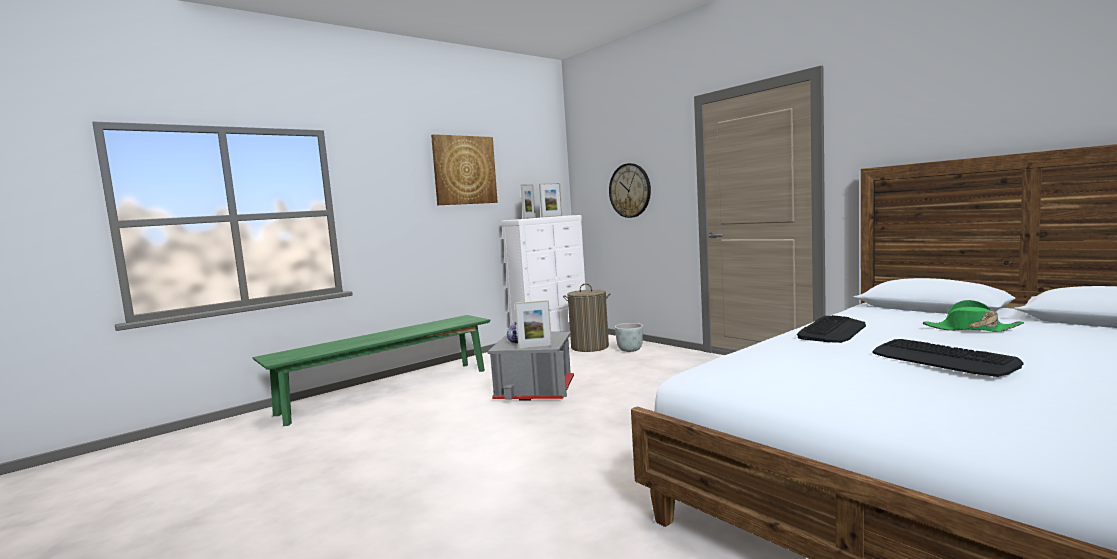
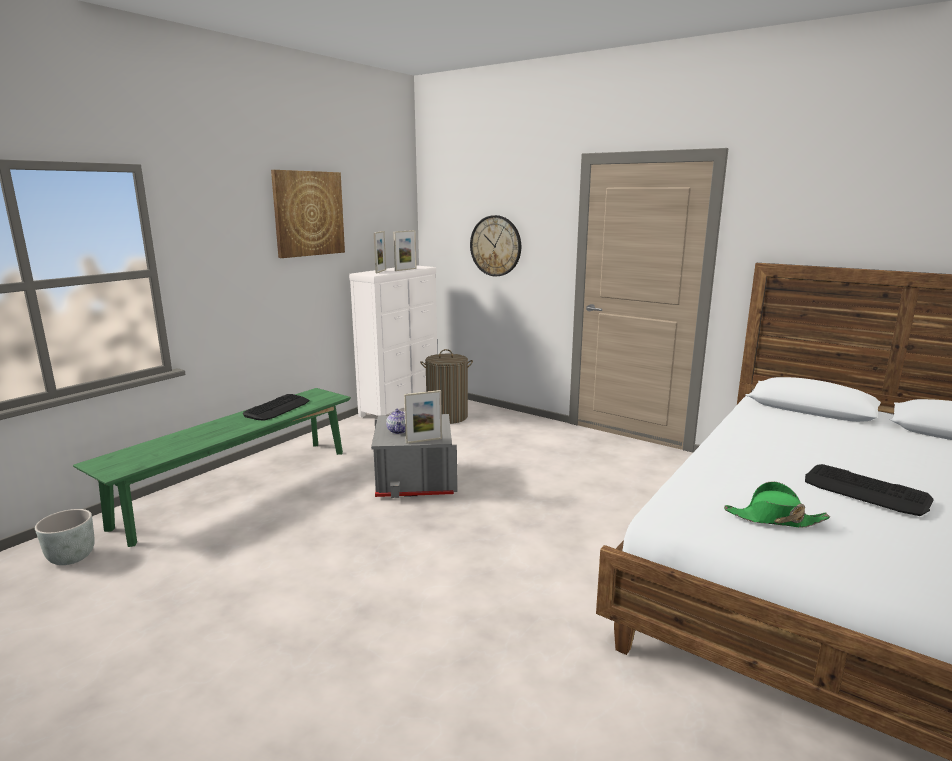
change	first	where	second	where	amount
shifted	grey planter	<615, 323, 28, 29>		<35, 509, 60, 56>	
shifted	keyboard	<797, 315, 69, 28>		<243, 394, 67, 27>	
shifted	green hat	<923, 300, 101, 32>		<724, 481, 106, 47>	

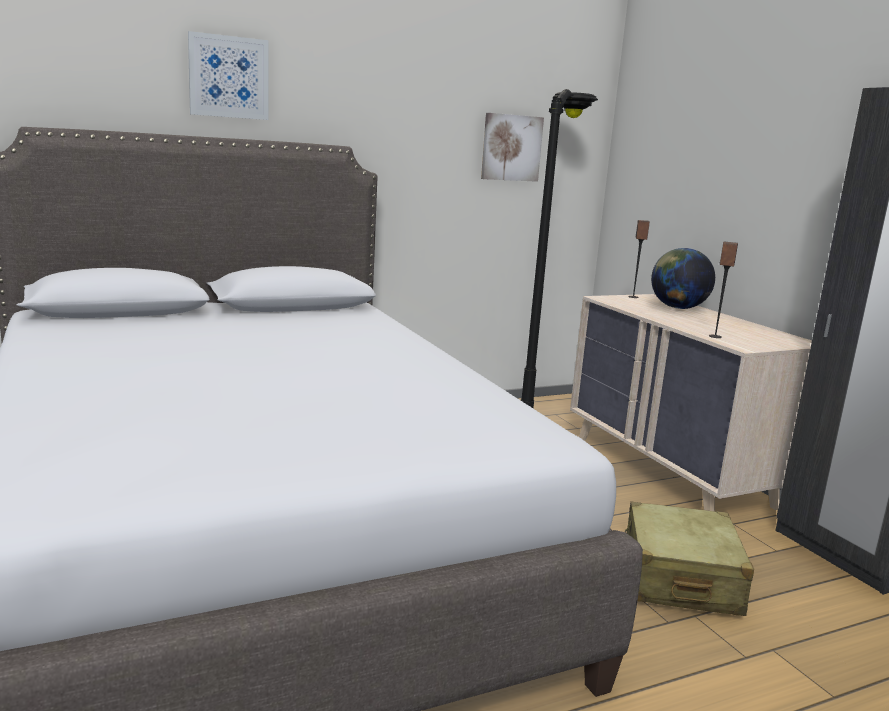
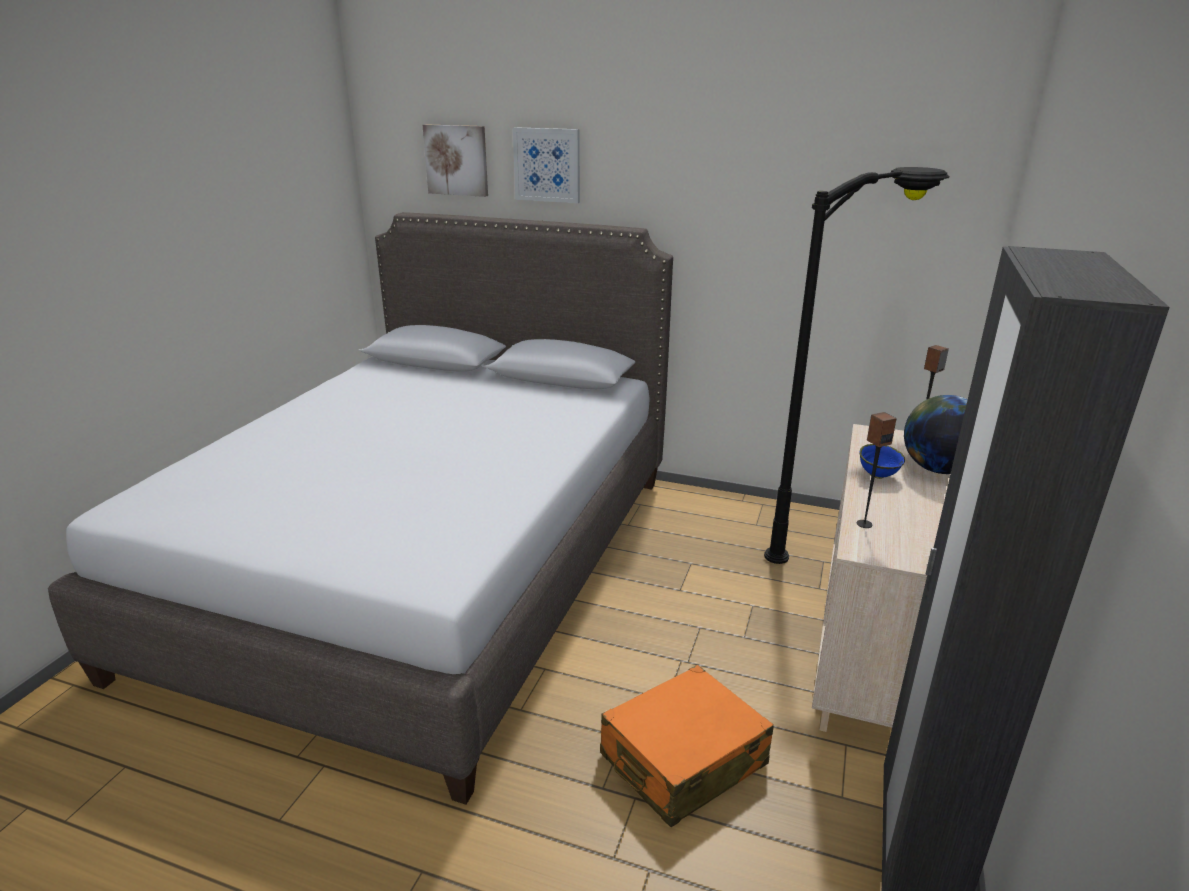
change	first	where	second	where	amount
shifted	picture	<481, 113, 63, 69>		<423, 124, 65, 73>	
repainted	beige suitcase	<625, 502, 129, 114>	orange suitcase	<600, 665, 174, 162>	
new			blue bowl	<859, 444, 46, 35>	

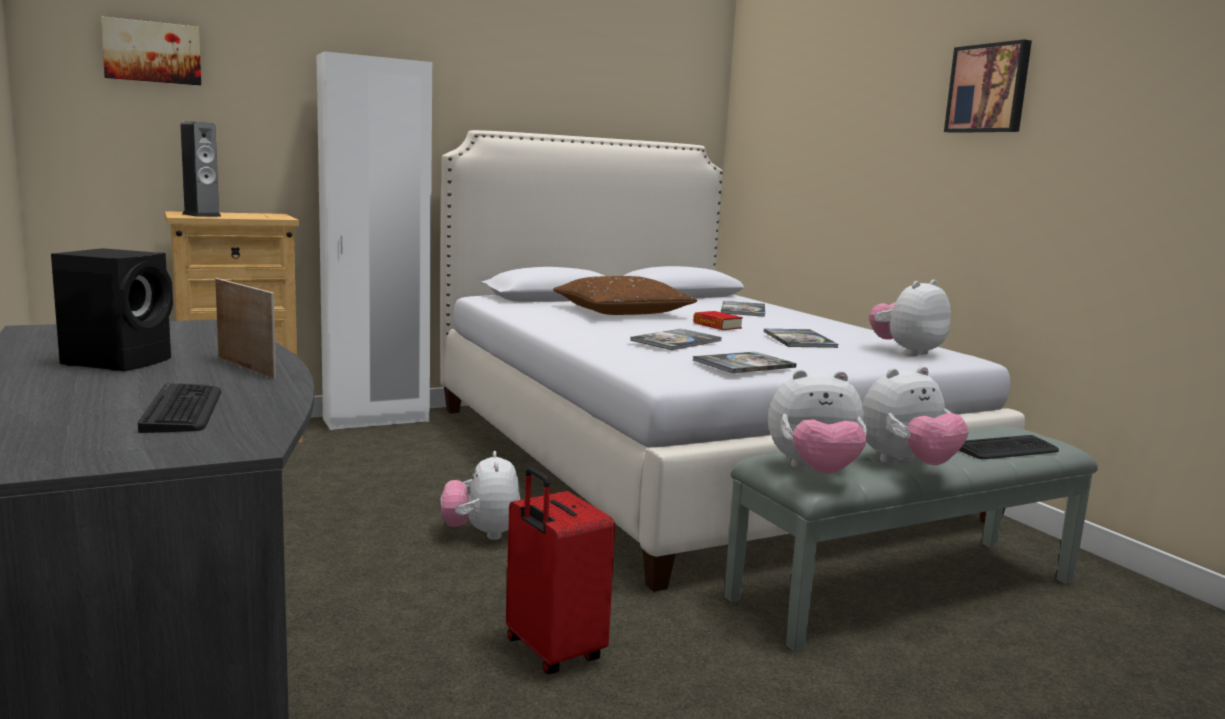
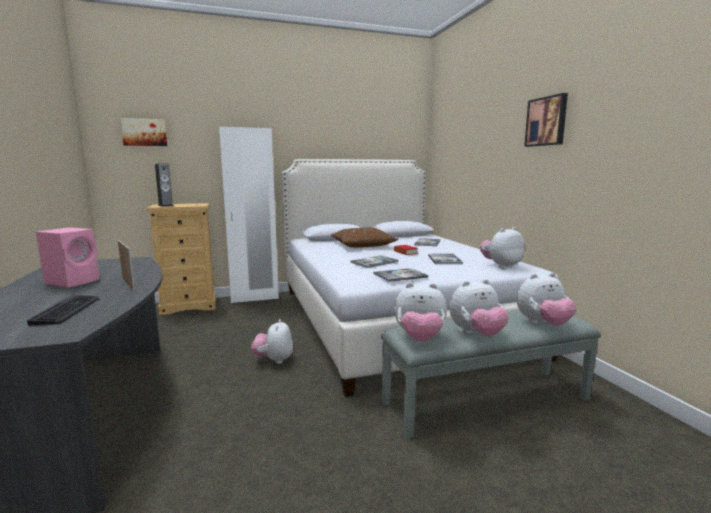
change	first	where	second	where	amount
repainted	black speaker	<51, 248, 122, 123>	pink speaker	<36, 227, 63, 60>	
swapped	keyboard	<959, 435, 100, 24>	plush toy	<517, 273, 59, 53>	
gone	red suitcase	<506, 467, 109, 207>			

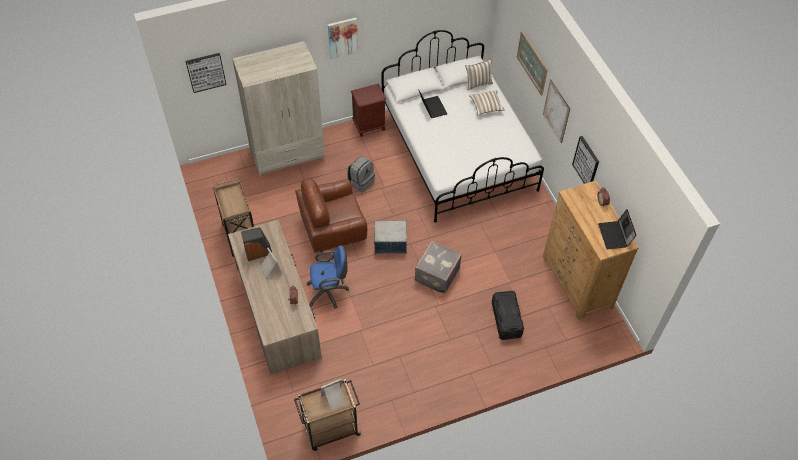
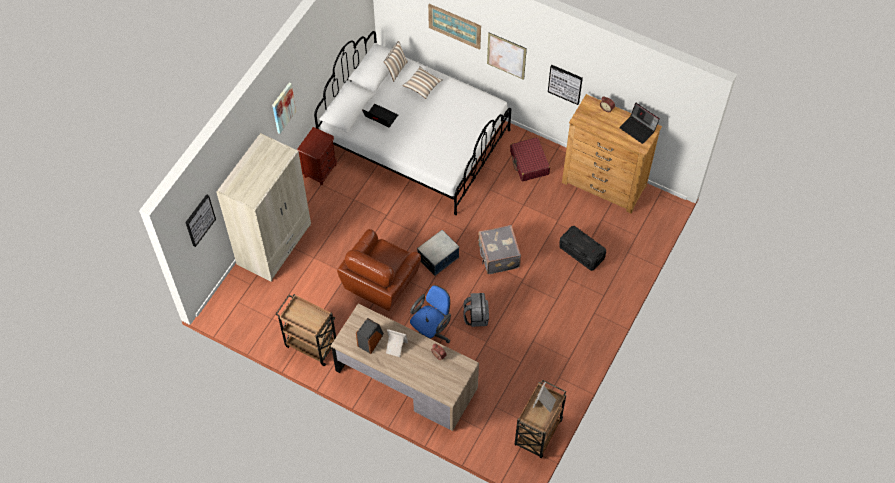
change	first	where	second	where	amount
shifted	grey backpack	<347, 156, 28, 36>		<464, 293, 25, 34>	
new			red suitcase	<510, 137, 40, 45>	

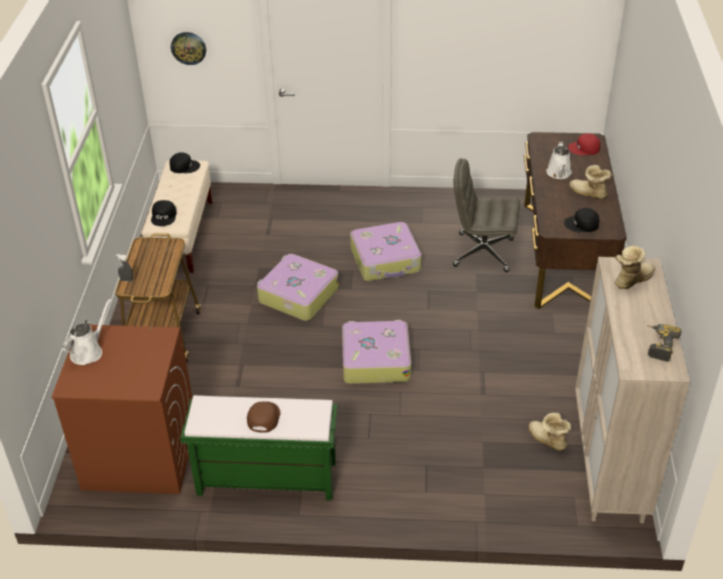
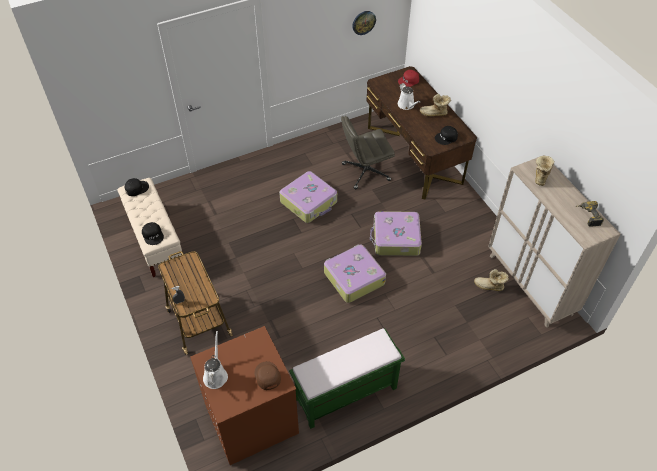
change	first	where	second	where	amount
shifted	brown cap	<247, 402, 33, 30>		<254, 361, 27, 29>	
shifted	wall clock	<171, 32, 35, 33>		<352, 11, 24, 24>	
shifted	suitcase	<257, 254, 82, 67>		<370, 211, 52, 45>	

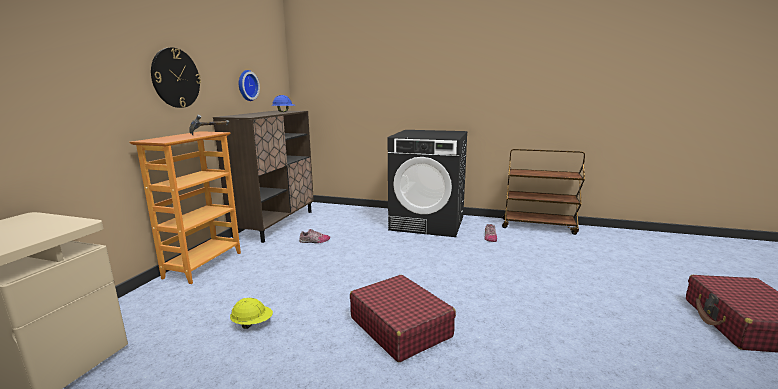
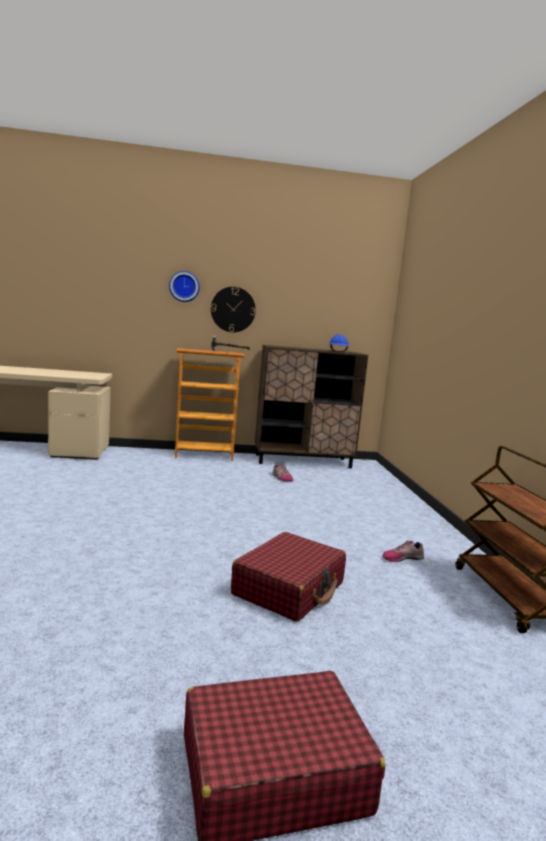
change	first	where	second	where	amount
shifted	wall clock	<239, 70, 21, 31>		<169, 271, 31, 31>	
shifted	red suitcase	<350, 275, 106, 87>		<231, 532, 115, 90>	
gone	yellow hard hat	<230, 298, 43, 31>			
gone	black washing machine	<388, 130, 80, 107>			

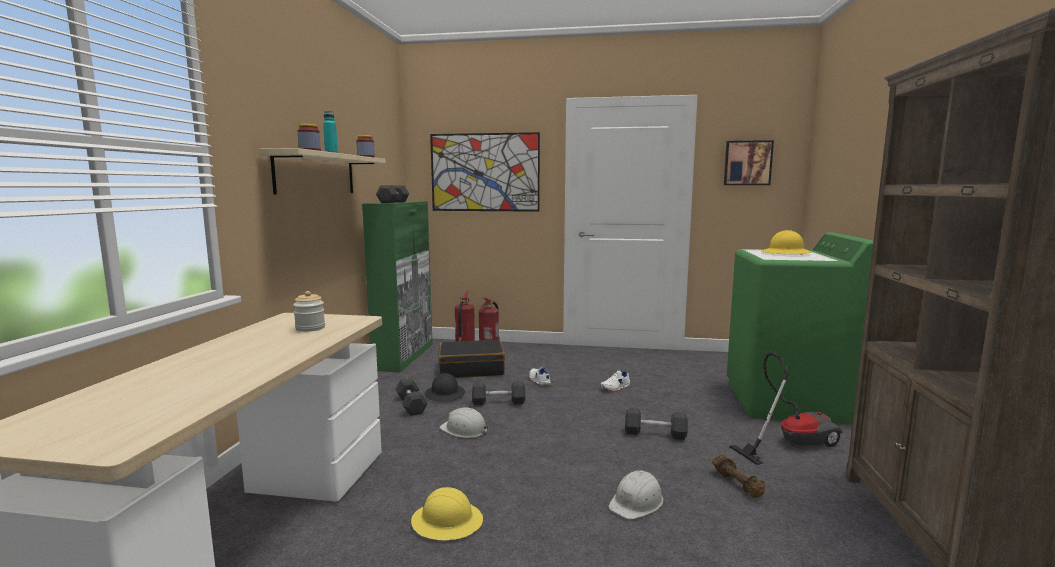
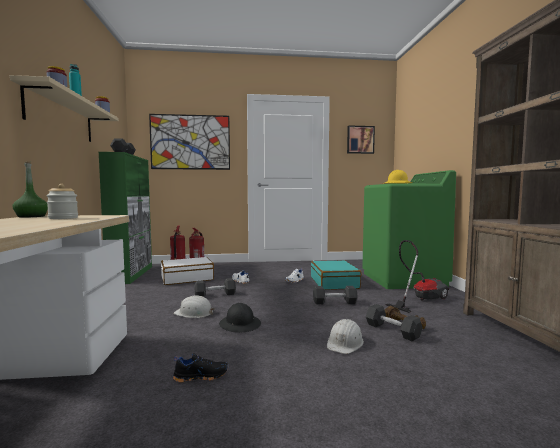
change	first	where	second	where	amount
new			green bottle	<12, 162, 36, 56>	
repainted	black suitcase	<438, 340, 67, 38>	white suitcase	<161, 257, 53, 28>	
swapped	yellow hard hat	<411, 487, 72, 53>	black shoe	<173, 353, 55, 29>	
shifted	black hard hat	<425, 373, 40, 29>		<219, 303, 42, 29>	
new			turquoise suitcase	<311, 260, 51, 30>	
shifted	grey dumbbell	<395, 378, 33, 38>		<366, 304, 57, 37>	

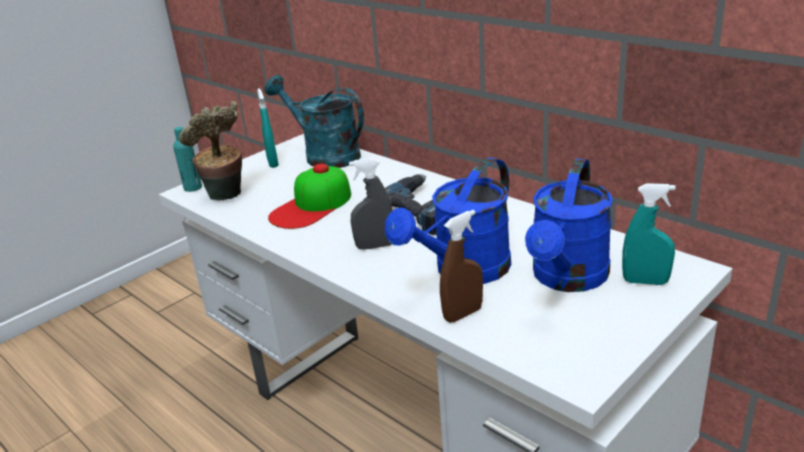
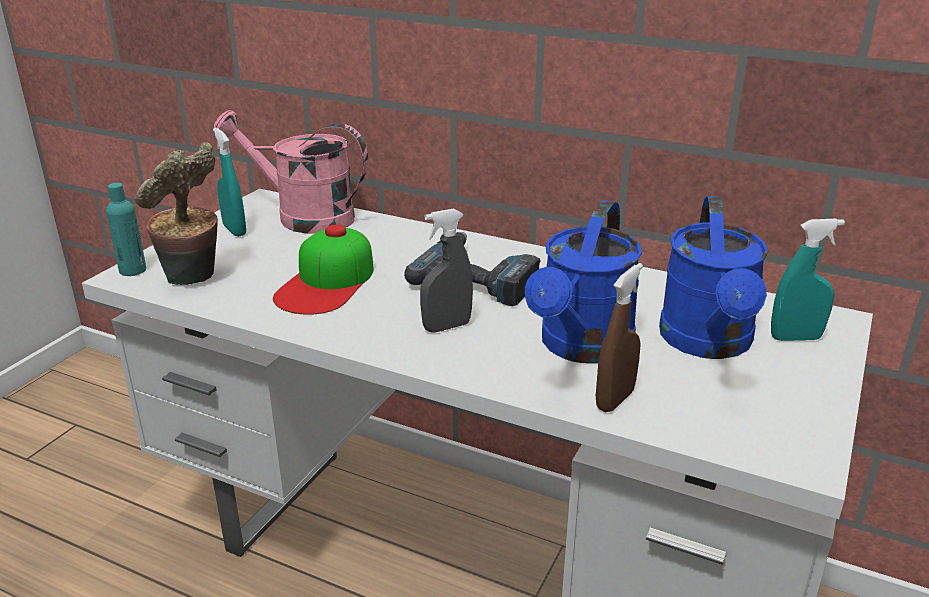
change	first	where	second	where	amount
repainted	turquoise watering can	<265, 75, 99, 93>	pink watering can	<213, 110, 155, 124>	

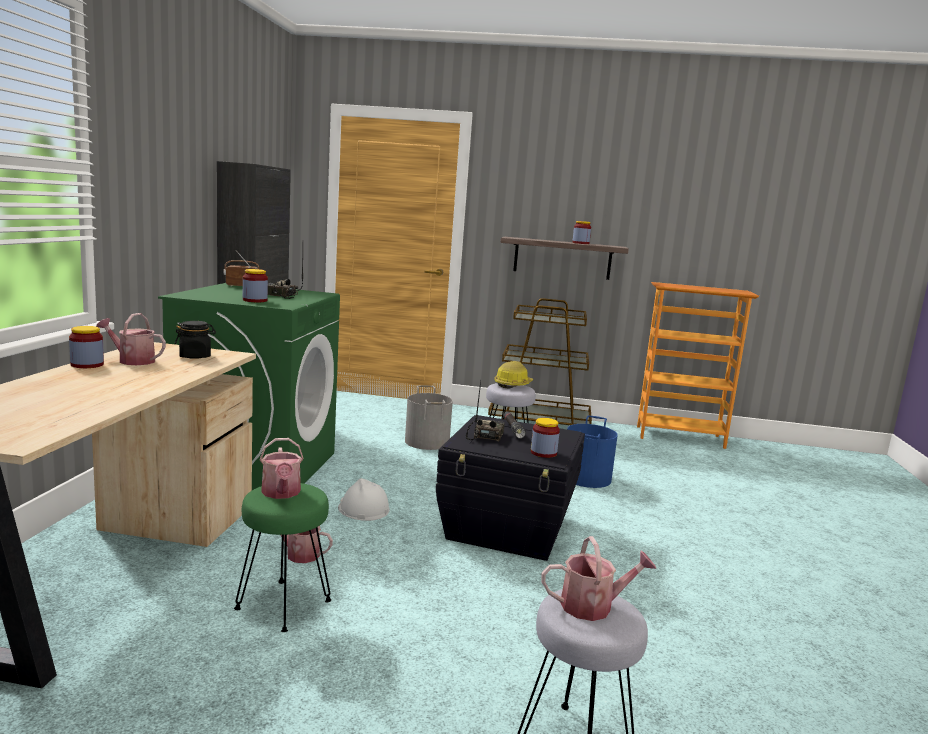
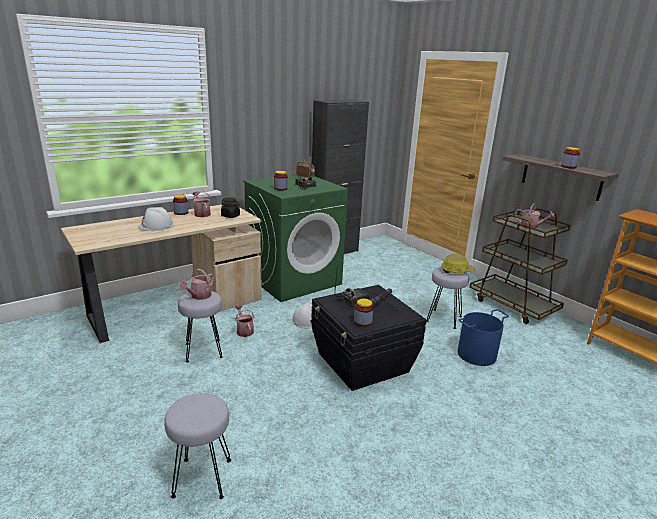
change	first	where	second	where	amount
new			white hard hat	<138, 207, 36, 24>	
repainted	green stool	<234, 483, 97, 149>	grey stool	<178, 291, 45, 72>	
shifted	watering can	<541, 536, 115, 85>		<515, 203, 41, 26>	
gone	grey bucket	<405, 385, 48, 65>			

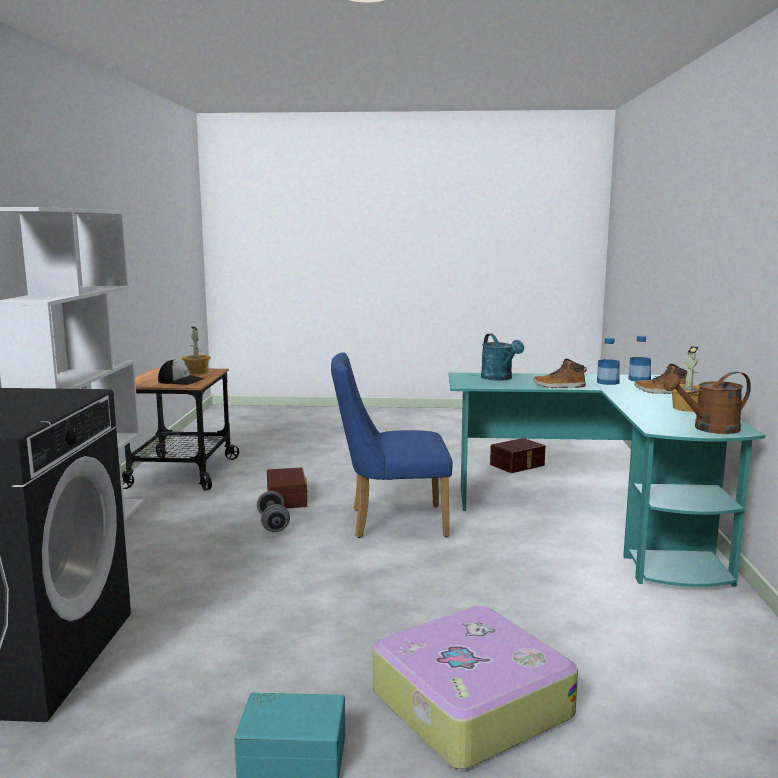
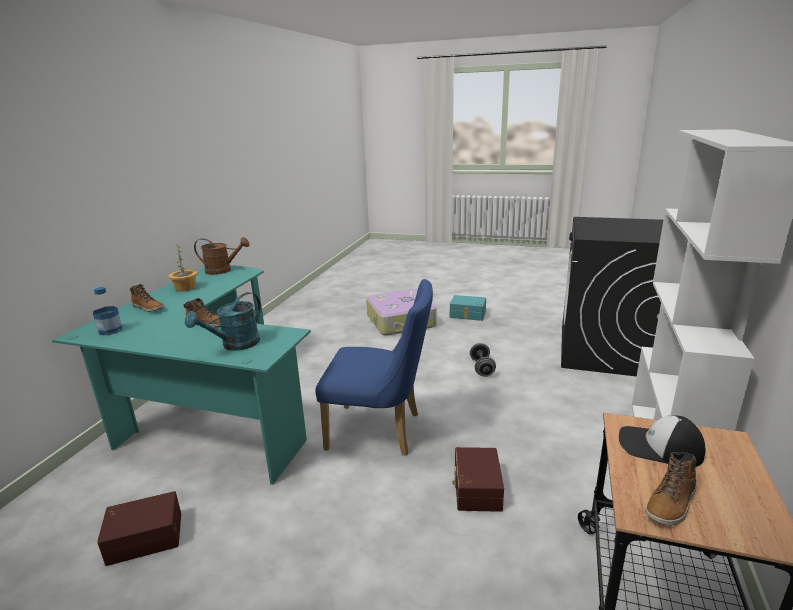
change	first	where	second	where	amount
rotated	turquoise watering can	<481, 333, 43, 48>		<185, 292, 76, 59>	135 degrees counterclockwise
shifted	grey dumbbell	<257, 491, 33, 41>		<470, 343, 26, 34>	
swapped	potted plant	<182, 326, 29, 48>	boot	<645, 452, 52, 74>	
gone	bottle	<597, 338, 23, 47>			

